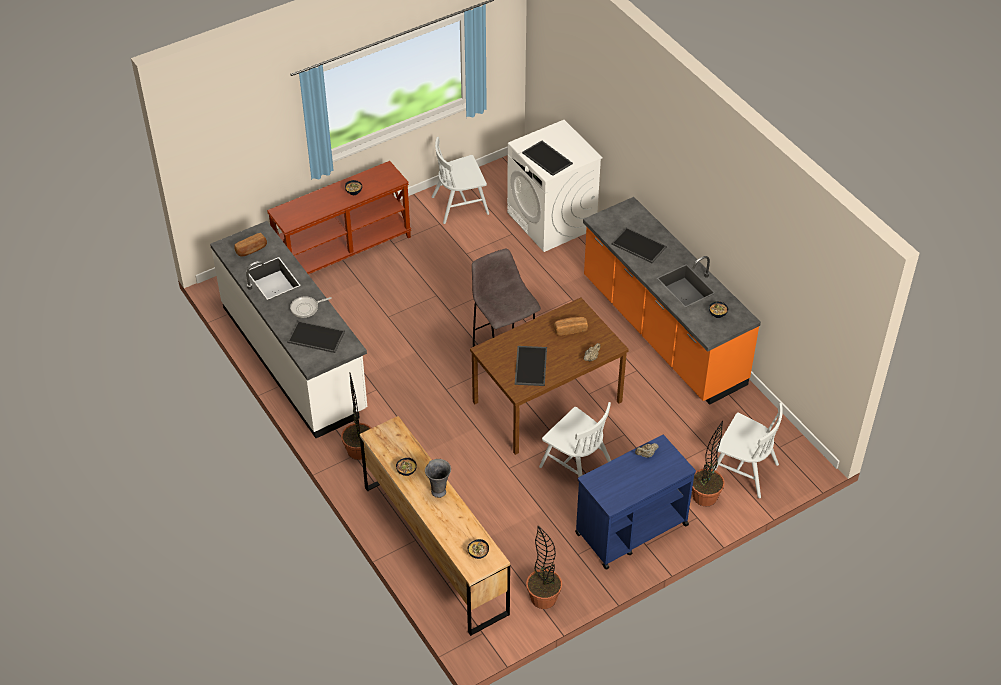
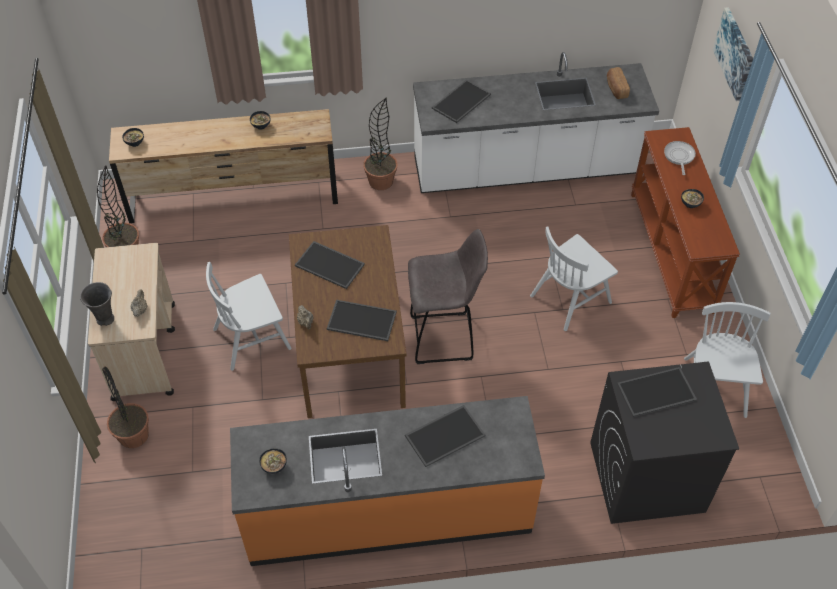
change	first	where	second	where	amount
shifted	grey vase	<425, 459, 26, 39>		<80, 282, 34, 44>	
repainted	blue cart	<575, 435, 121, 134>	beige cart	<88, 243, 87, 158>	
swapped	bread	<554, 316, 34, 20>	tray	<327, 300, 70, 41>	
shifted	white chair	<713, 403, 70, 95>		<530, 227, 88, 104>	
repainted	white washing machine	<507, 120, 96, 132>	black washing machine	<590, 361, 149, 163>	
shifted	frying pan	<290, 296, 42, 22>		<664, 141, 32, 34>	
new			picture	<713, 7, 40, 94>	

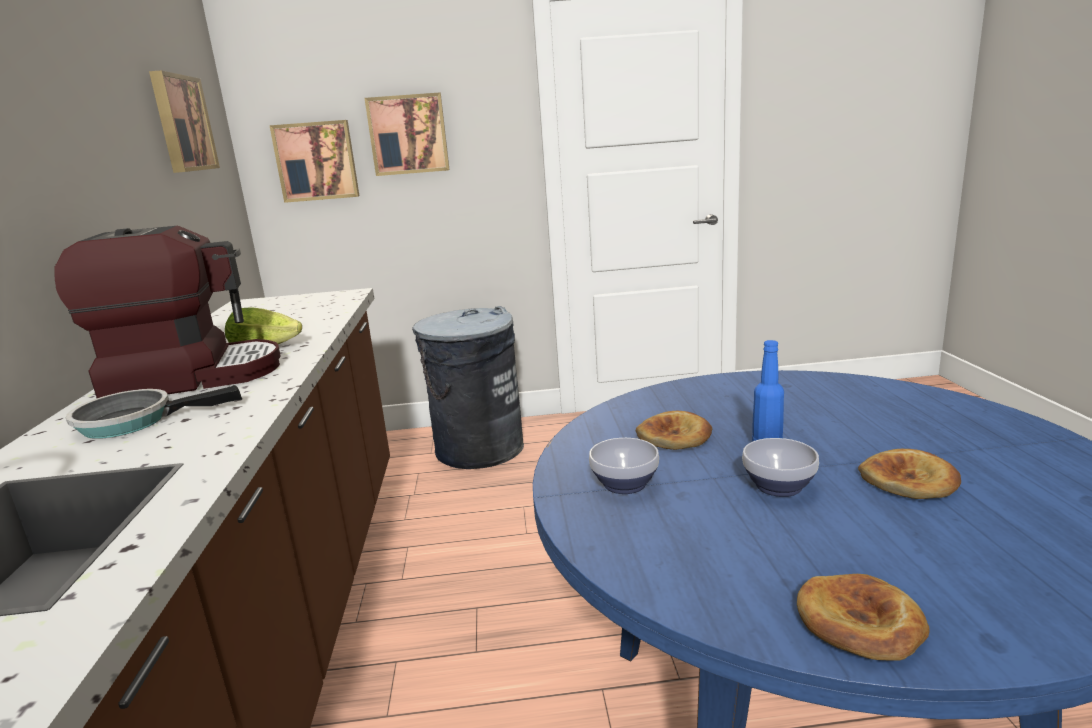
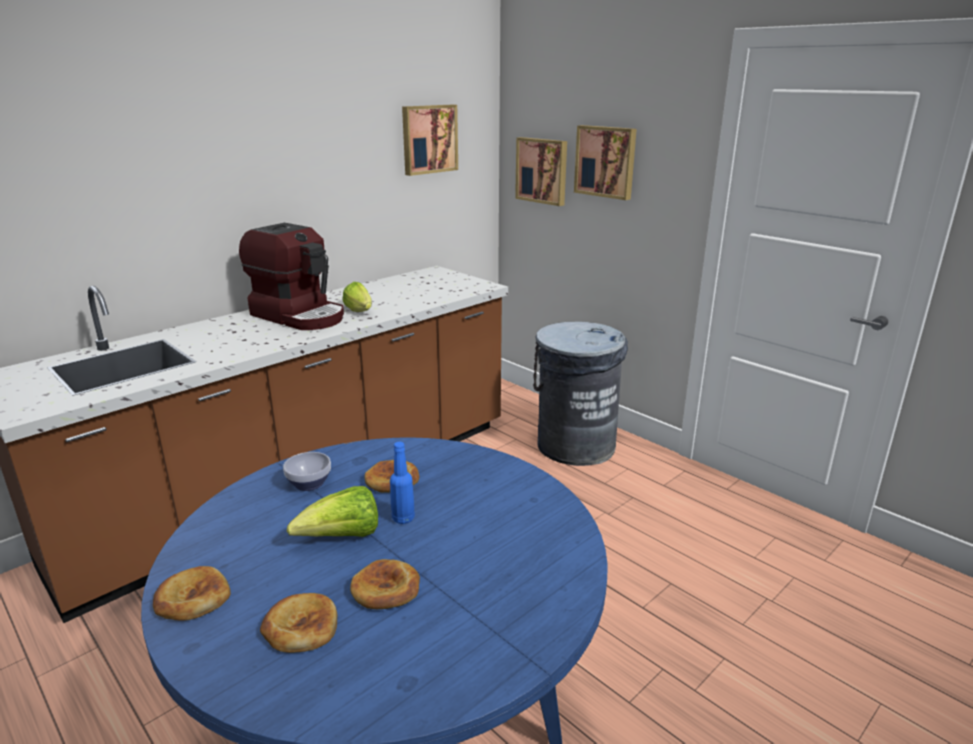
change	first	where	second	where	amount
new			bread	<260, 593, 77, 60>	
swapped	bowl	<742, 438, 77, 59>	lettuce	<287, 486, 91, 51>	
gone	frying pan	<66, 385, 176, 54>			

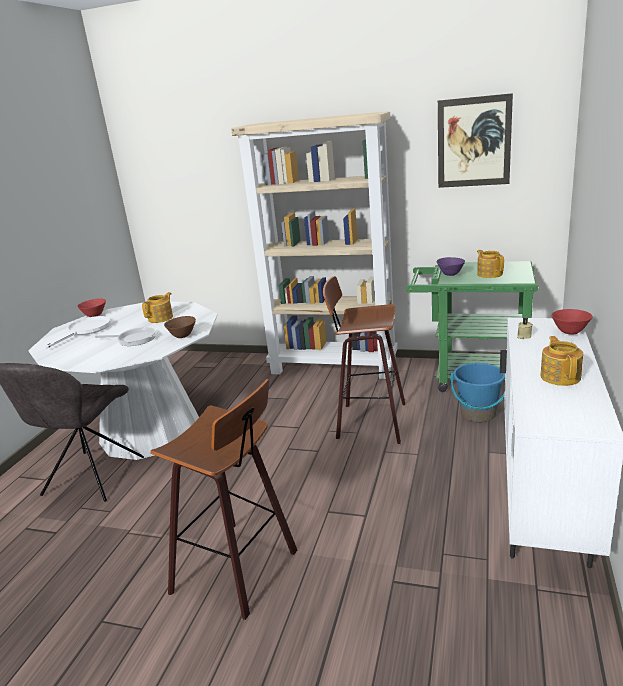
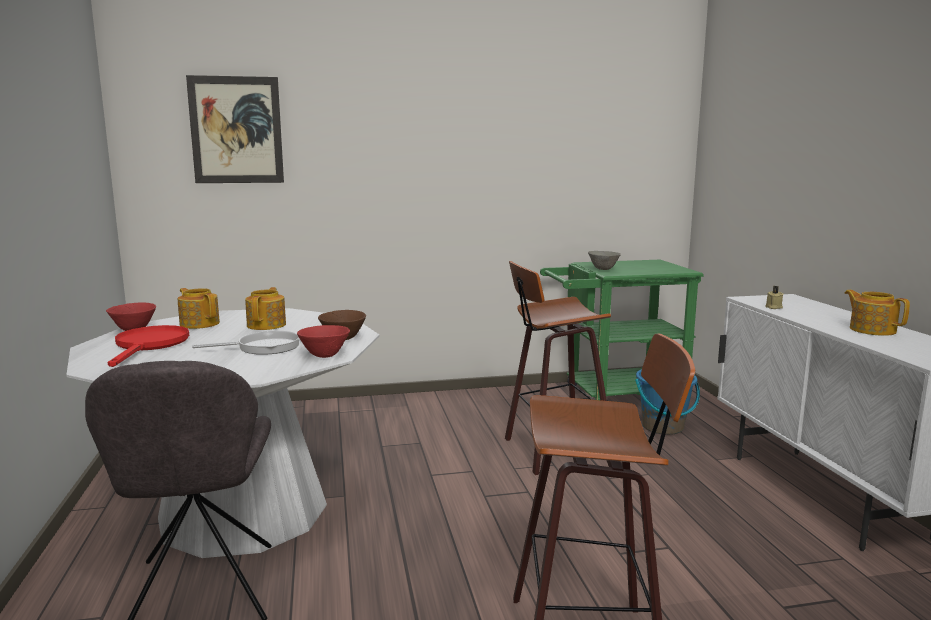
change	first	where	second	where	amount
repainted	white frying pan	<45, 316, 66, 32>	red frying pan	<108, 325, 81, 42>	
shifted	teapot	<477, 250, 27, 28>		<178, 288, 42, 41>	
shifted	picture	<438, 93, 75, 95>		<186, 75, 98, 108>	
shifted	red bowl	<551, 309, 42, 26>		<297, 325, 53, 33>	
repainted	purple bowl	<437, 257, 28, 19>	grey bowl	<588, 251, 33, 19>	
gone	beige bookcase	<231, 111, 167, 268>			

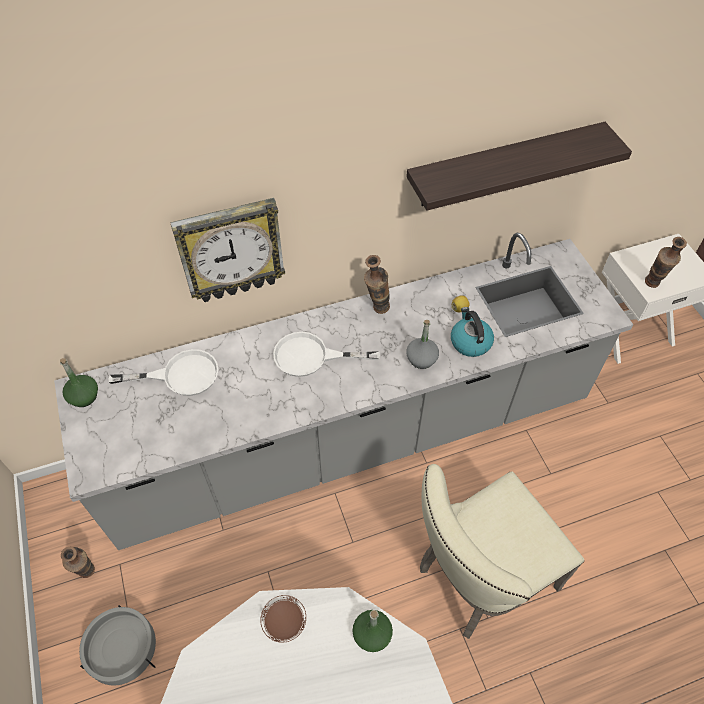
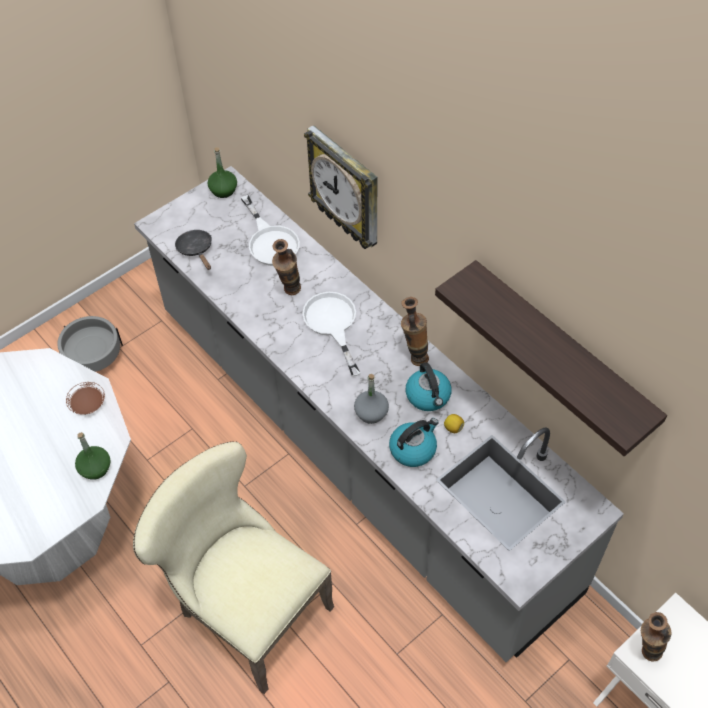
change	first	where	second	where	amount
new			black frying pan	<175, 230, 37, 40>	
shifted	vase	<61, 547, 34, 31>		<272, 239, 29, 56>	
new			kettle	<406, 362, 46, 49>	

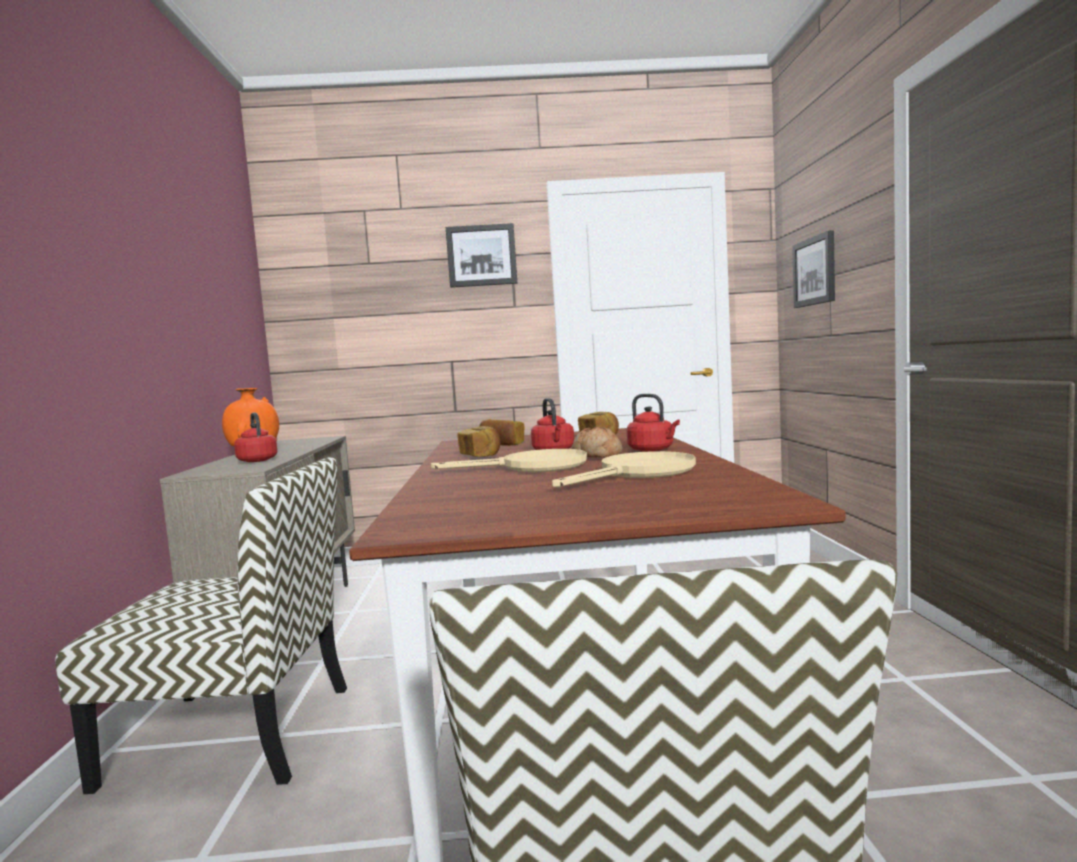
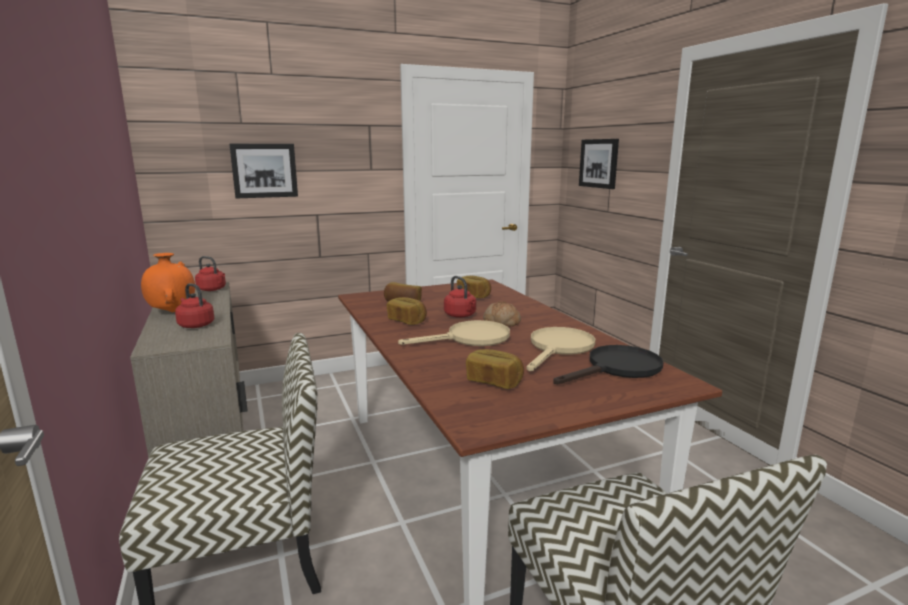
change	first	where	second	where	amount
shifted	red kettle	<627, 394, 53, 58>		<195, 256, 31, 35>	
shifted	picture	<445, 223, 72, 65>		<229, 144, 69, 54>	
new			bread	<466, 349, 58, 40>	
new			black frying pan	<554, 345, 110, 39>	

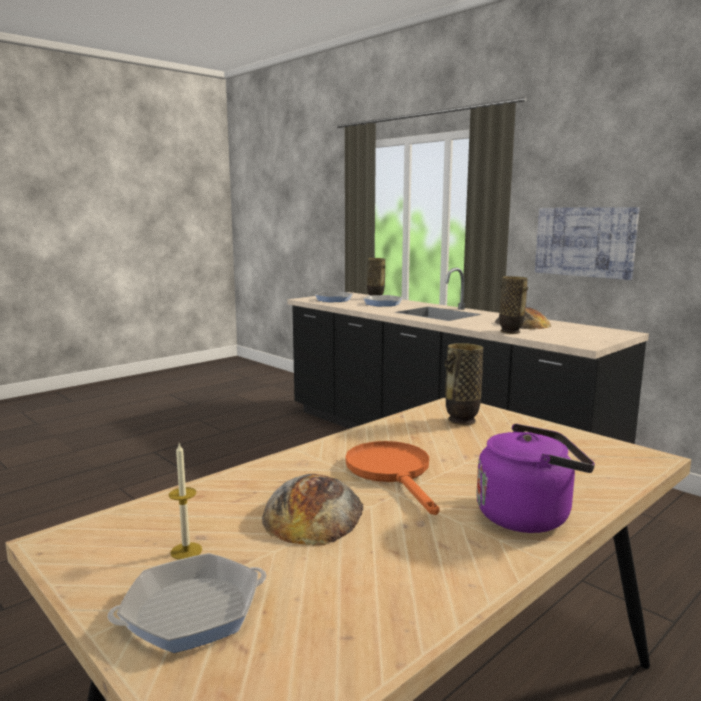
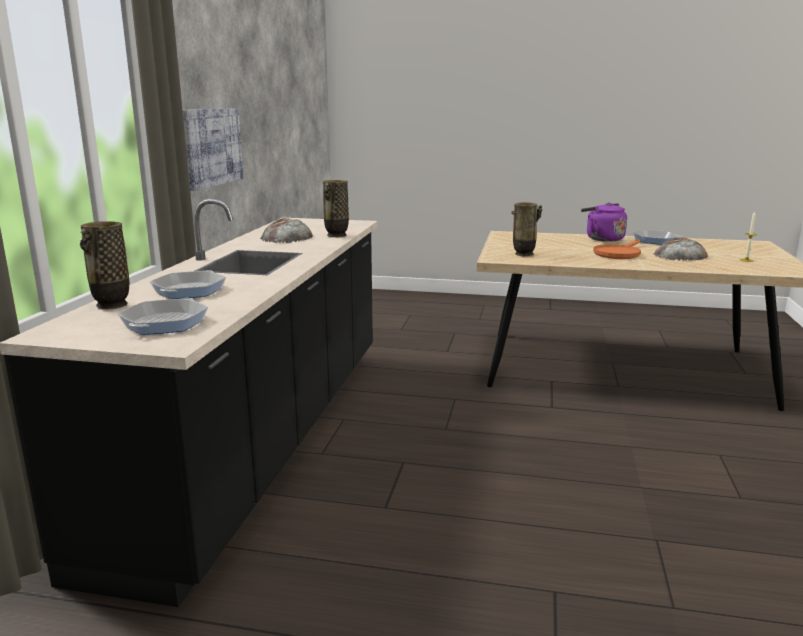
change	first	where	second	where	amount
shifted	frying pan	<107, 553, 160, 100>		<631, 230, 52, 15>	

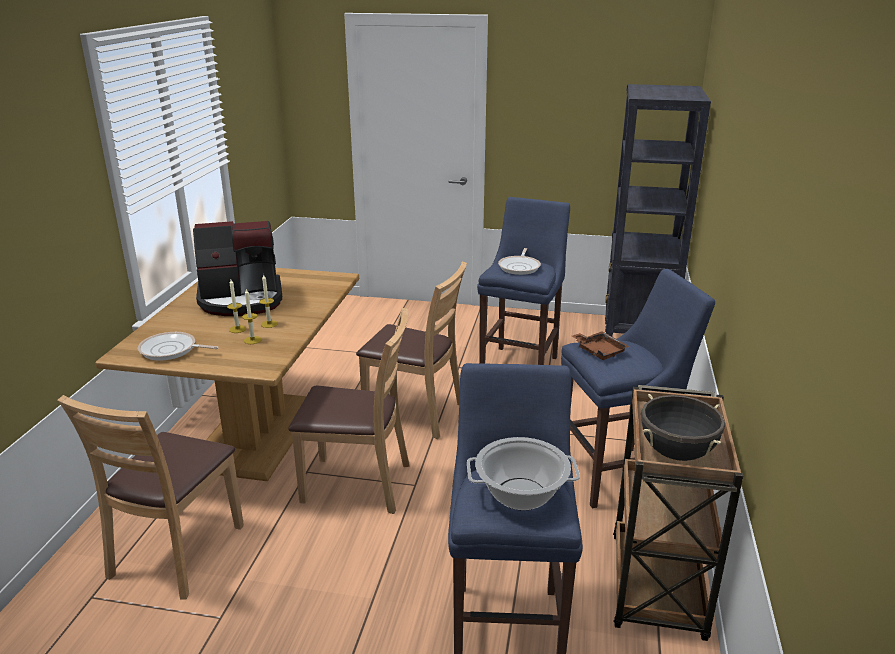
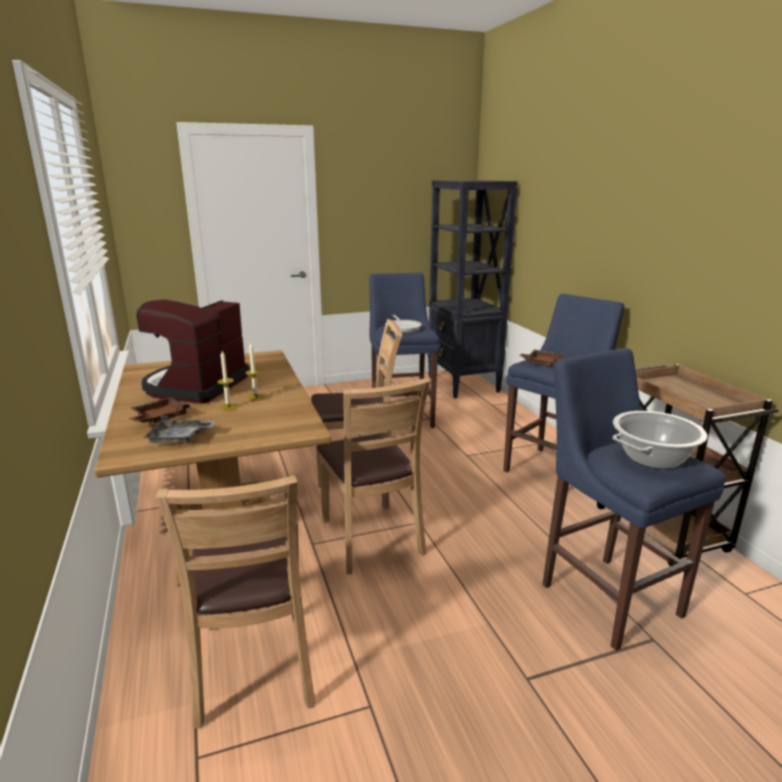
change	first	where	second	where	amount
new			brown tray	<130, 397, 60, 26>	
rotated	coffee machine	<193, 221, 89, 95>		<136, 300, 114, 103>	150 degrees clockwise
swapped	frying pan	<138, 332, 81, 29>	grey tray	<143, 416, 73, 27>	
rotated	brown chair	<288, 308, 122, 206>		<317, 378, 114, 196>	90 degrees clockwise
gone	candle	<242, 289, 20, 55>			
gone	black cooking pot	<641, 394, 84, 67>			

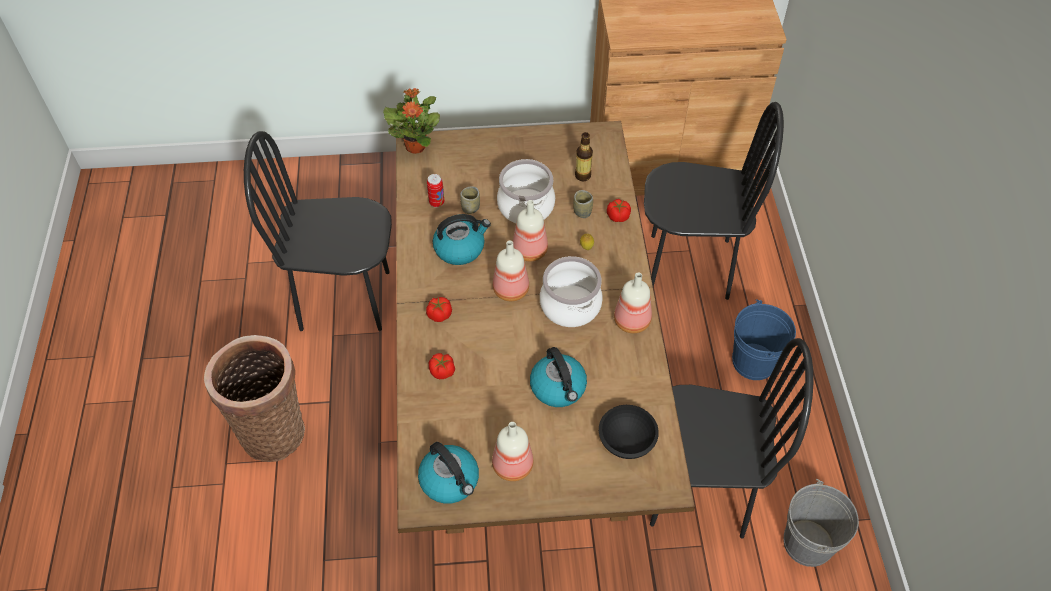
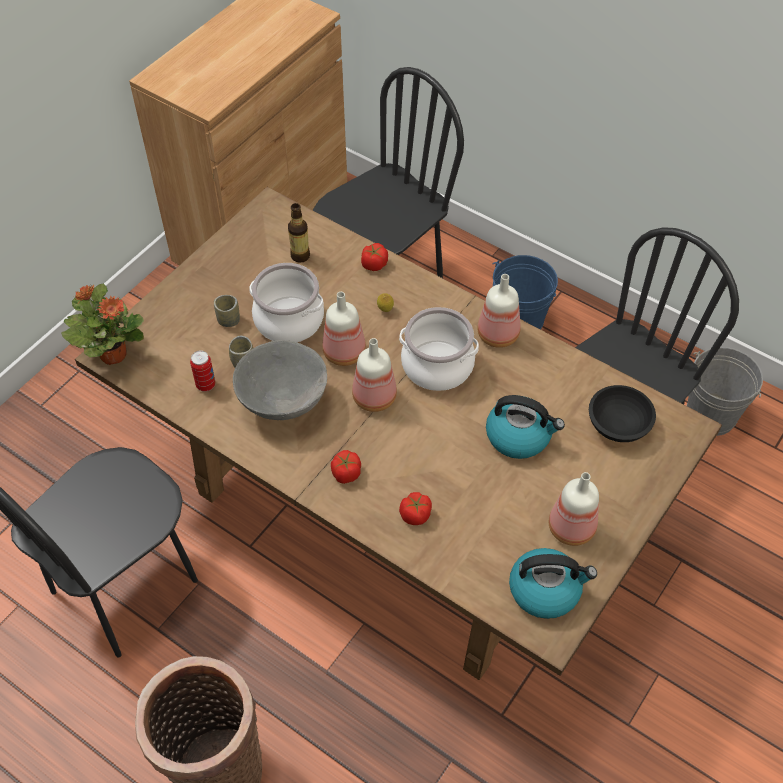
change	first	where	second	where	amount
shifted	cup	<573, 190, 20, 28>		<214, 295, 26, 32>	
swapped	kettle	<433, 214, 58, 51>	grey bowl	<233, 340, 94, 80>	

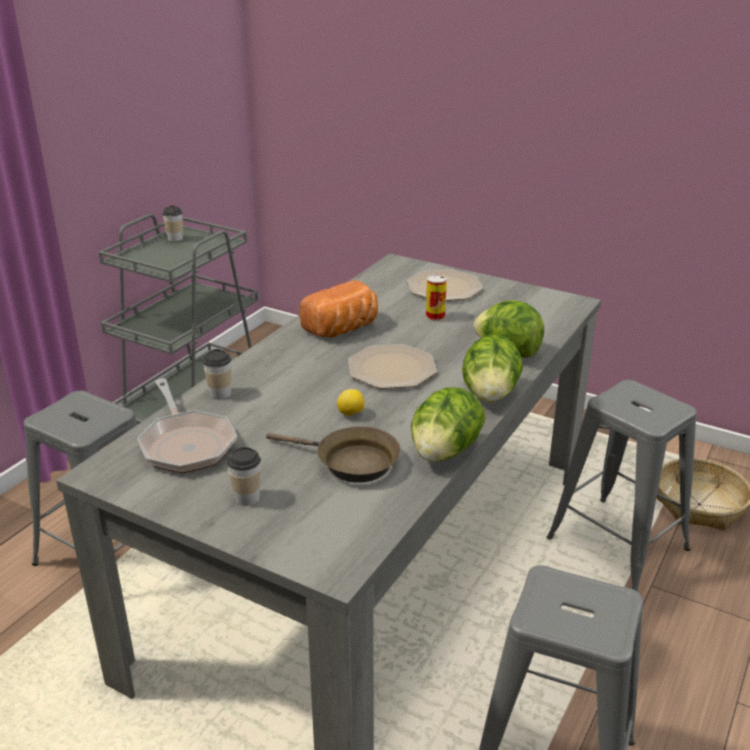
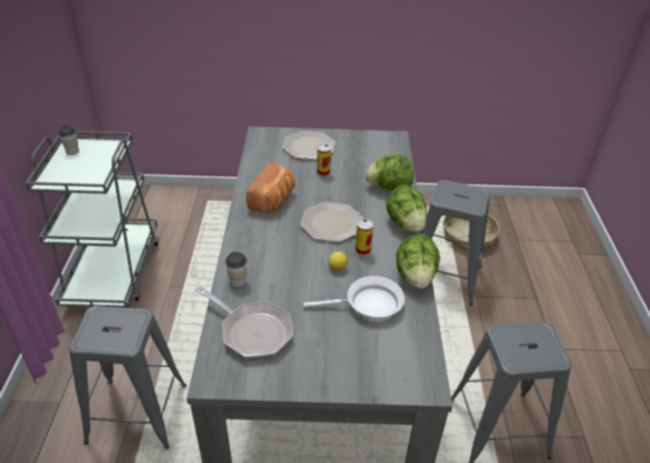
change	first	where	second	where	amount
repainted	brown frying pan	<266, 426, 135, 57>	white frying pan	<303, 276, 102, 44>	
new			can	<355, 219, 18, 37>	
gone	cup	<227, 447, 34, 59>			

